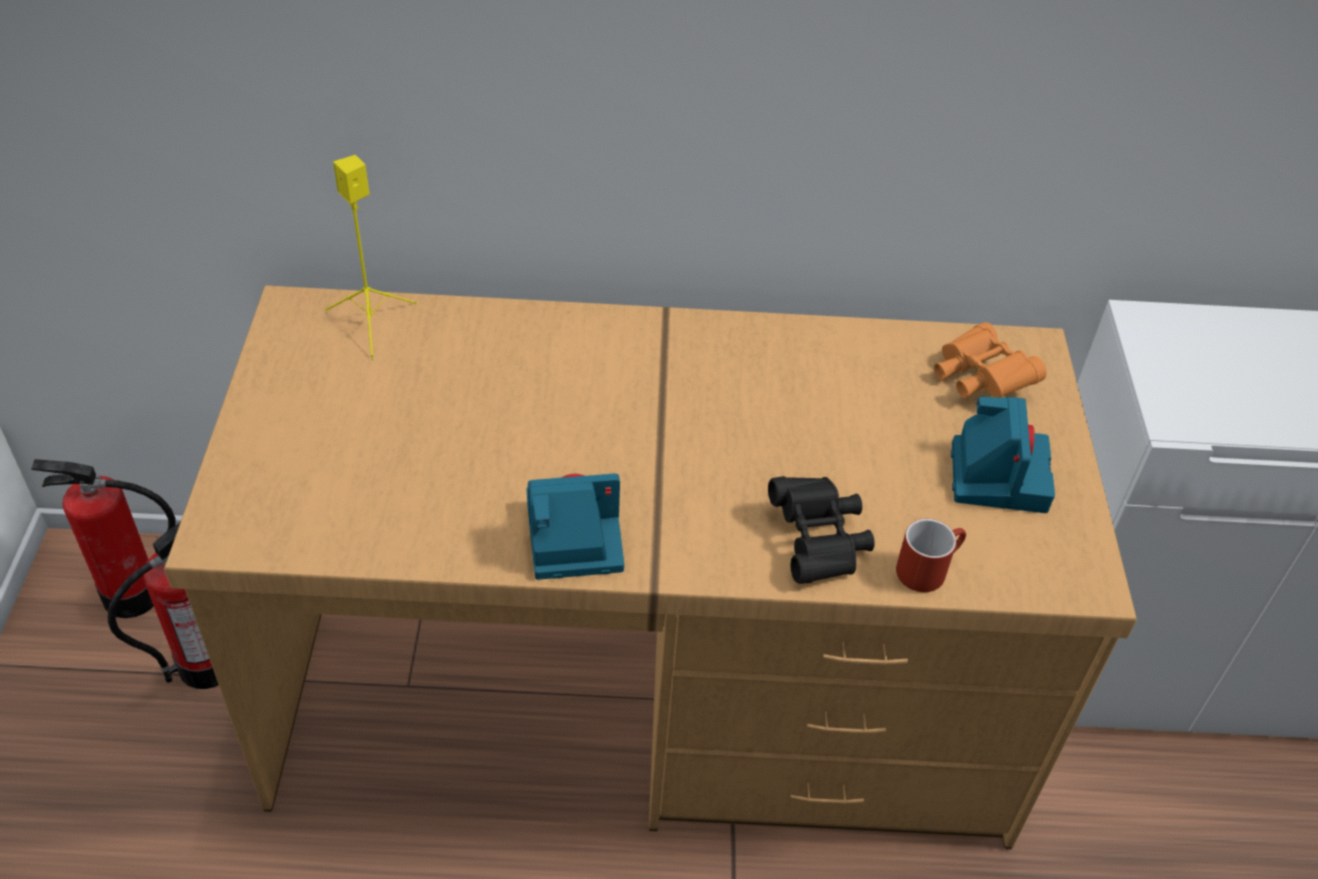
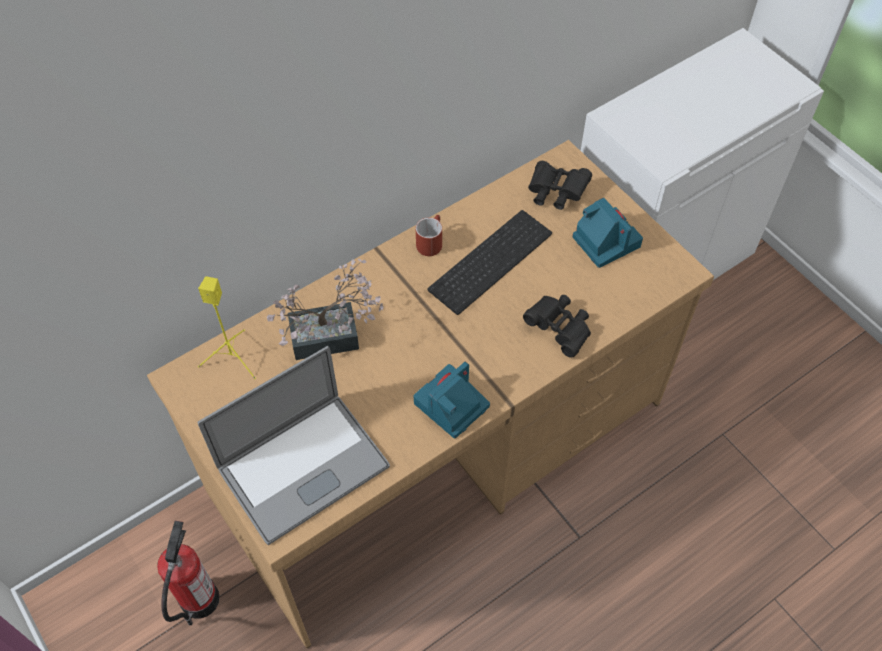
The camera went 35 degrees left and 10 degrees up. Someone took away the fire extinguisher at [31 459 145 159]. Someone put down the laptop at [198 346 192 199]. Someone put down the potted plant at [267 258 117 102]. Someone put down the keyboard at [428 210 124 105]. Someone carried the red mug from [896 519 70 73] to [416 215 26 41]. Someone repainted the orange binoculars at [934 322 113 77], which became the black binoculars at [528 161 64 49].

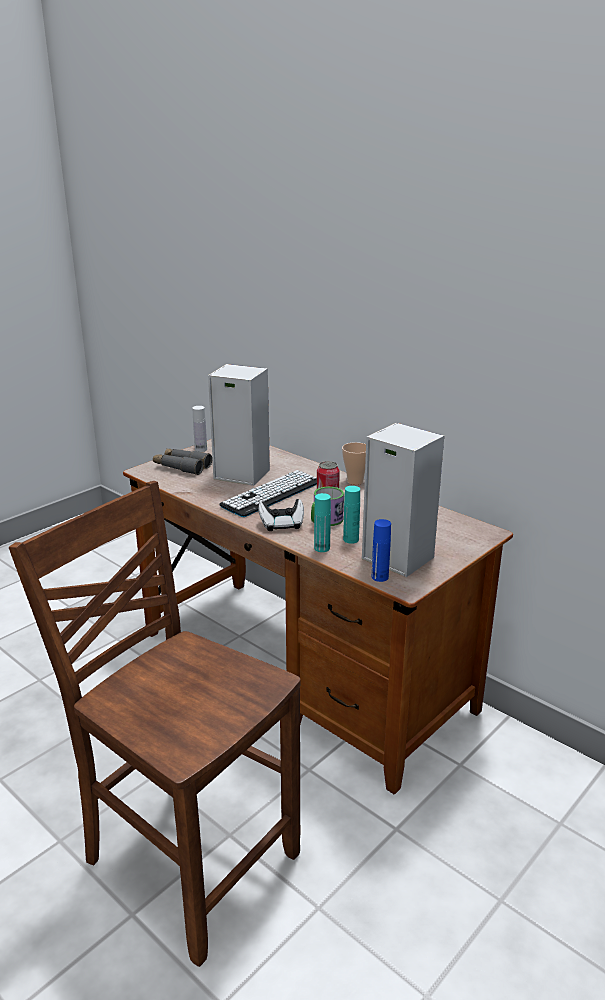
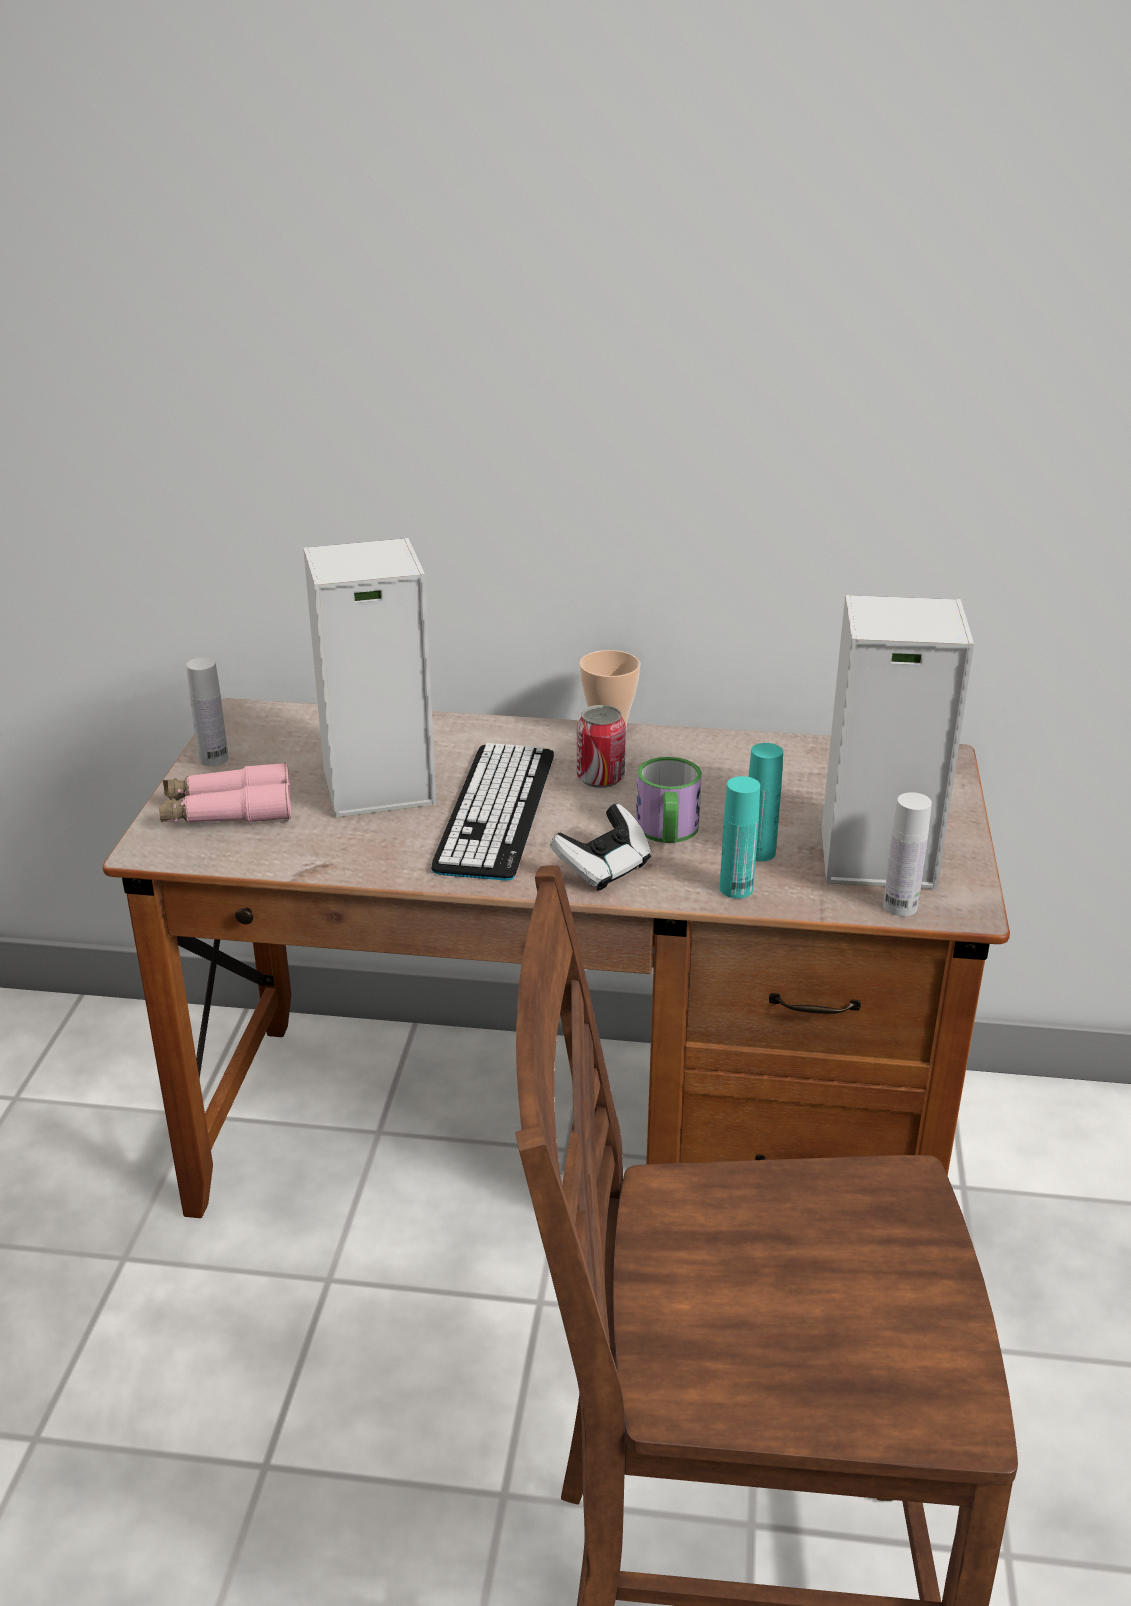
The camera went 35 degrees left and 5 degrees up. Someone repainted the grey binoculars at [153 448 59 27], which became the pink binoculars at [159 763 132 59]. Someone repainted the blue bottle at [372 519 19 63], which became the white bottle at [883 792 49 124].

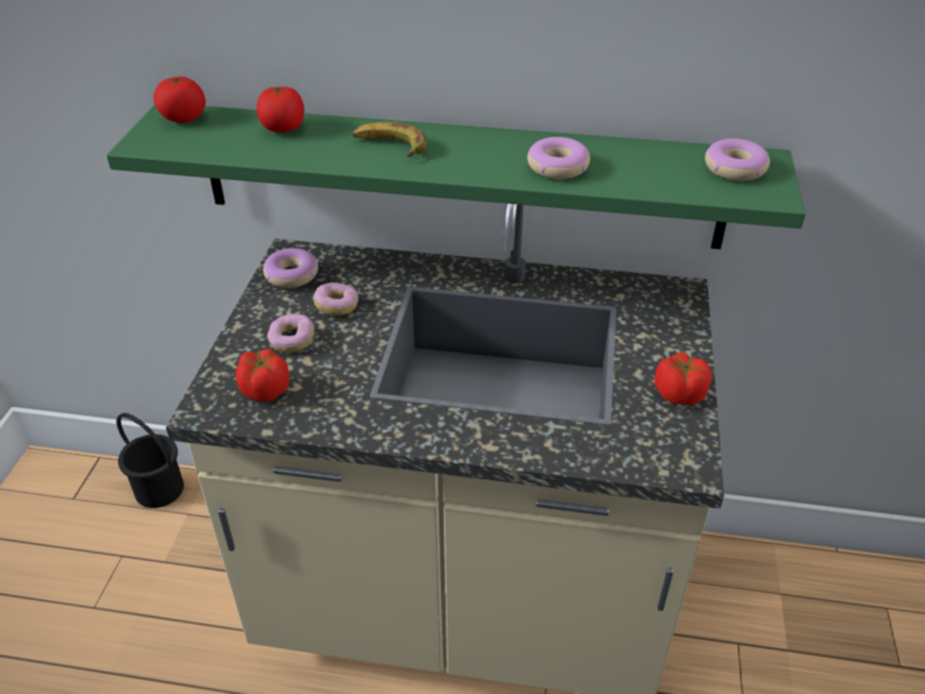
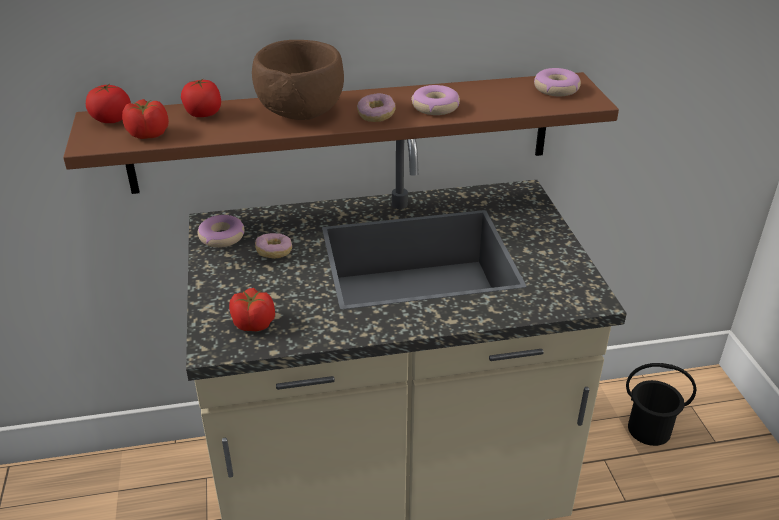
The camera went 20 degrees left and 5 degrees down. Someone carried the black bucket from [116 413 68 95] to [626 363 70 83]. Someone carried the donut from [267 314 47 39] to [357 93 39 29]. Someone carried the tomato from [654 352 58 53] to [122 99 47 40]. Someone swapped the banana at [352 122 75 35] for the brown bowl at [252 40 92 80]. Someone repainted the green shelf at [107 105 699 144], which became the brown shelf at [63 72 556 122].

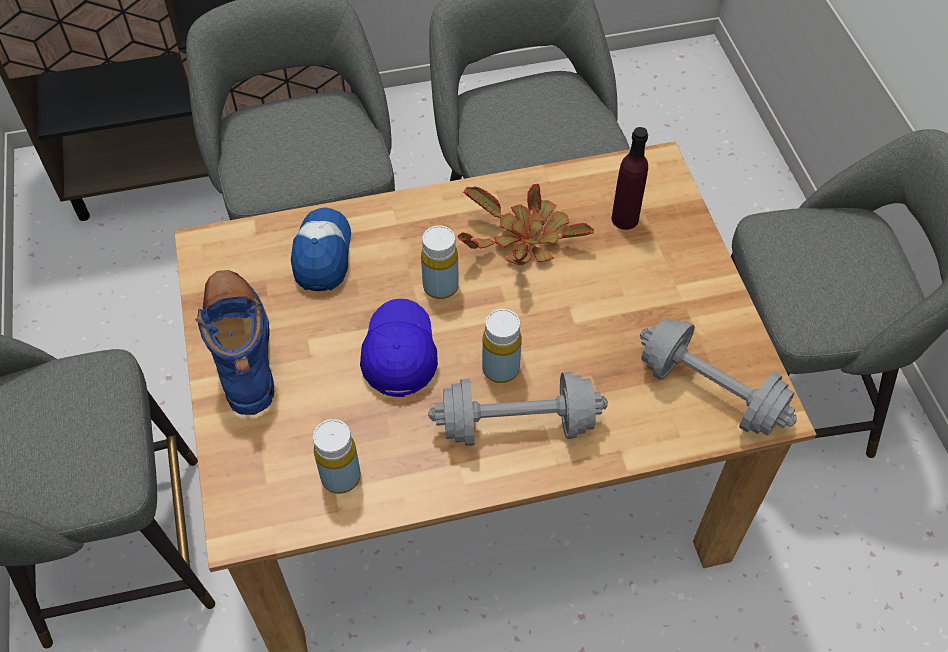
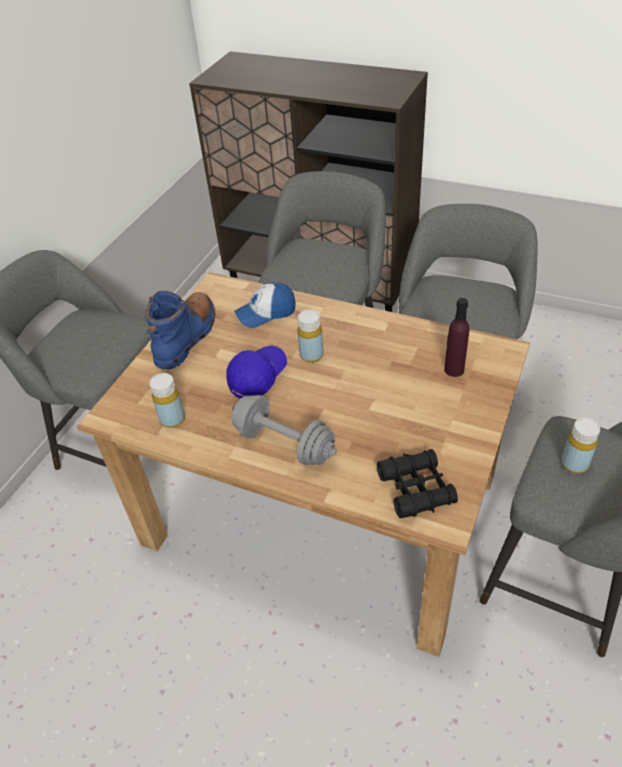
The camera went 40 degrees right and 10 degrees down. Someone took away the potted plant at [458 184 136 81]. Someone carried the yellow bottle from [482 309 40 74] to [561 418 39 55]. Someone swapped the grey dumbbell at [640 318 157 118] for the black binoculars at [377 449 81 69]. Someone rotated the cap at [291 207 60 84] by 150 degrees counterclockwise.

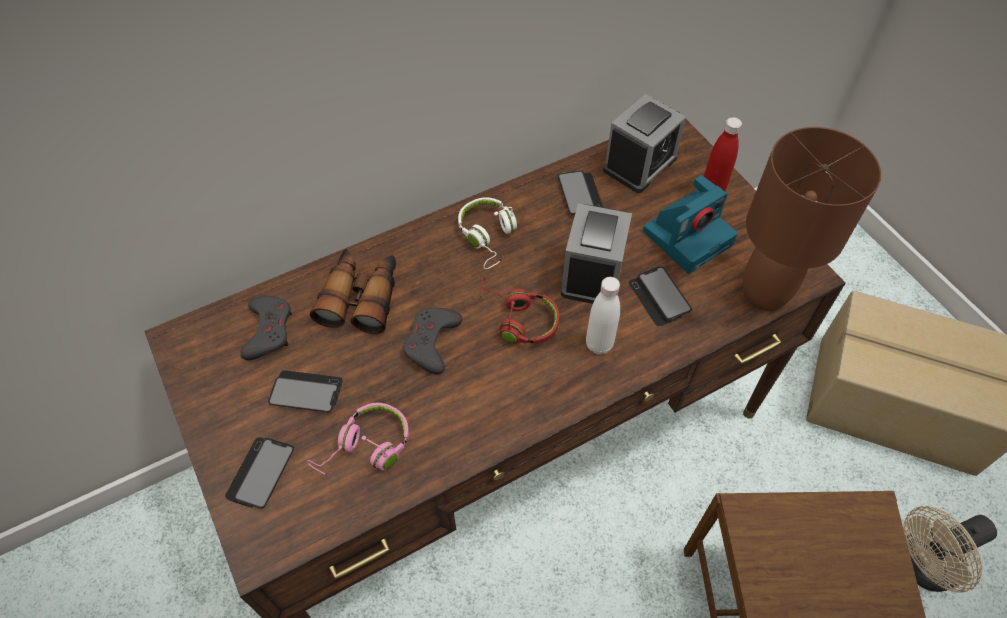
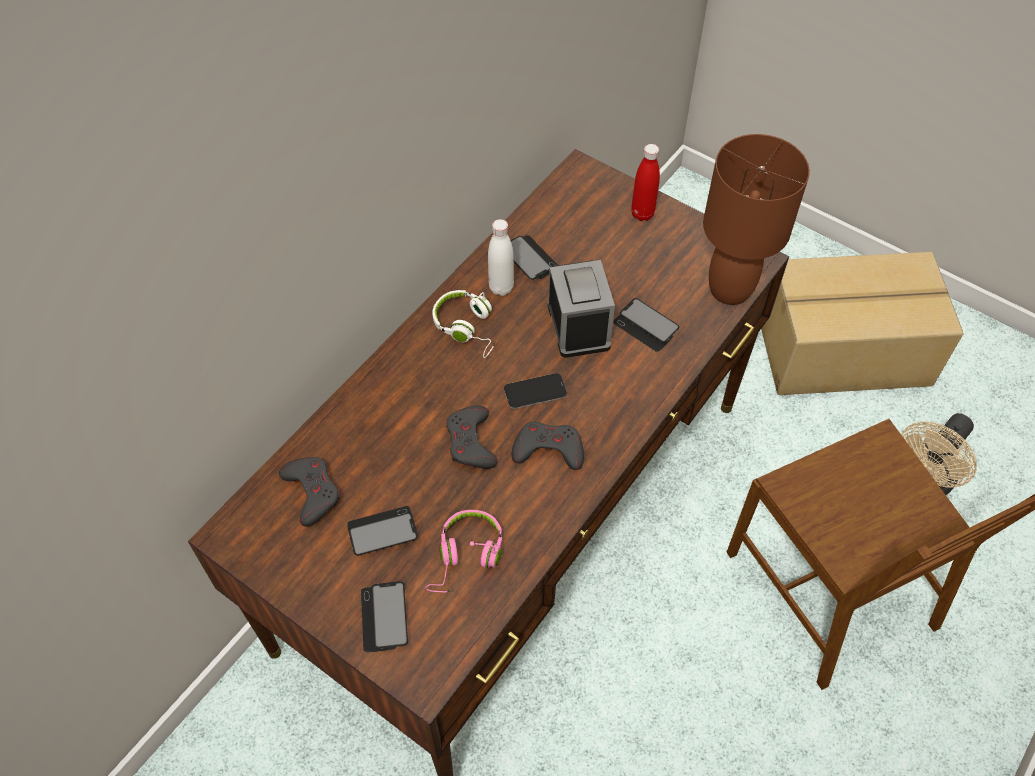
The camera went 25 degrees left and 0 degrees up. Someone took away the binoculars at [310 249 86 85]. Someone took away the alarm clock at [603 94 83 99]. Someone took away the photo camera at [643 175 94 99]. Someone put down the grey game controller at [512 422 72 48]. Someone carried the white bottle from [586 277 34 77] to [488 219 26 77]. Someone swapped the red headphones at [479 277 80 68] for the phone at [504 373 63 36].

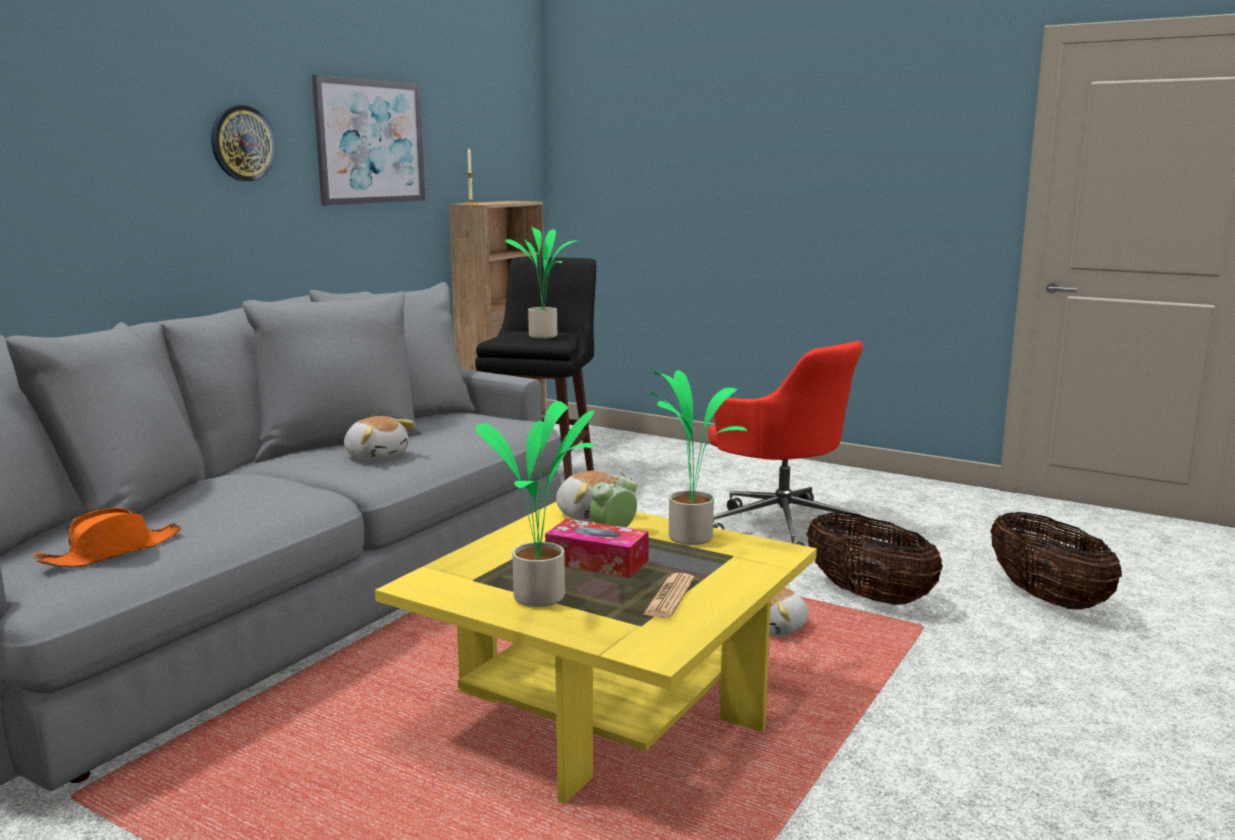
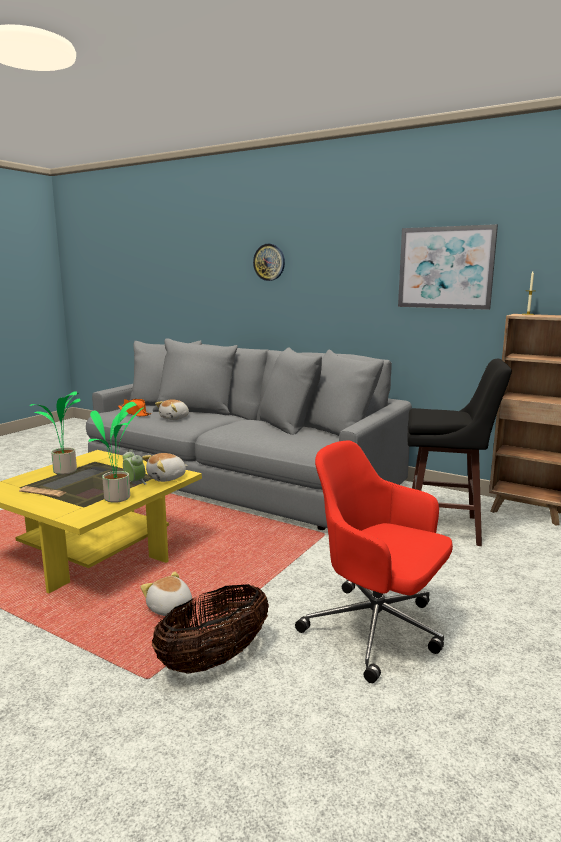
The camera went 90 degrees right and 0 degrees up. Someone took away the potted plant at [505 227 72 112]. Someone took away the tissue box at [545 518 104 60]. Someone took away the basket at [990 512 132 98]. Someone carried the wall clock from [211 105 65 76] to [253 244 32 37]. Someone carried the plush toy from [344 416 70 45] to [155 399 34 21]. Someone rotated the red office chair at [708 341 163 205] by 75 degrees clockwise.

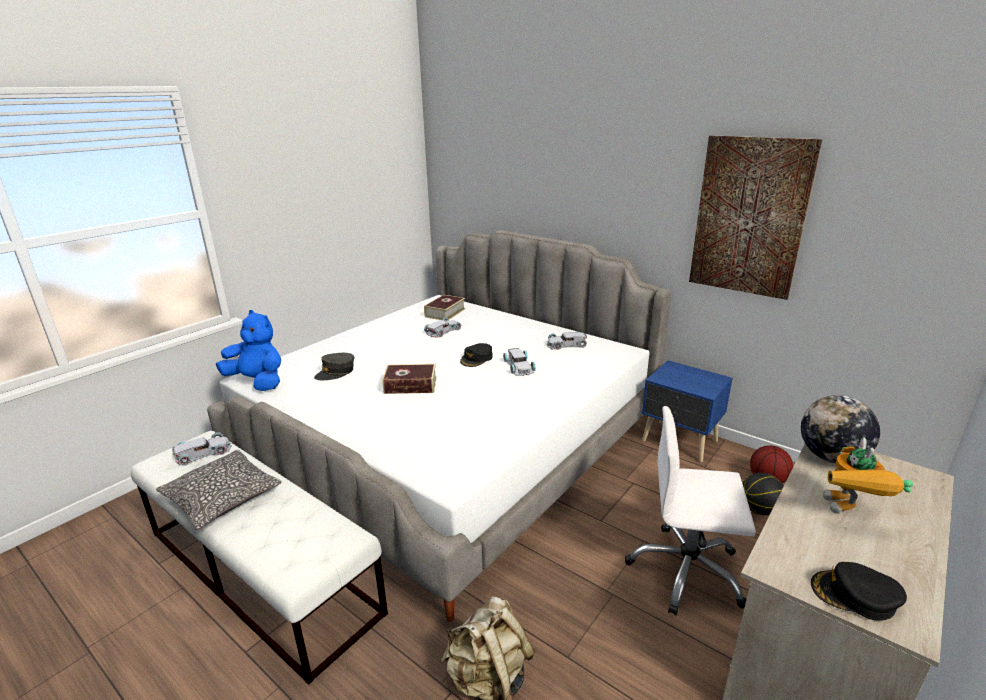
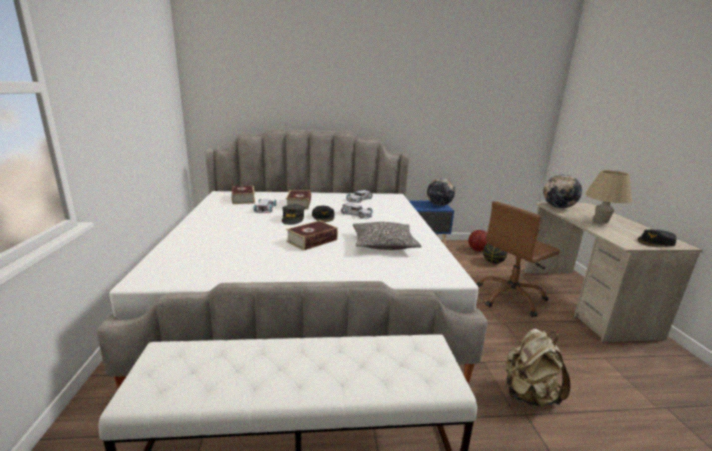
The camera went 45 degrees left and 5 degrees down. Someone took away the white toy car at [172 432 59 34]. Someone took away the blue plush toy at [216 310 65 81]. Someone took away the picture at [689 135 134 165]. Someone put down the book at [286 190 25 19]. Someone put down the globe at [427 178 28 28]. Someone carried the pillow from [156 450 126 80] to [353 222 69 28]. Someone carried the grey cap from [314 353 40 27] to [282 205 23 20]. Someone swapped the toy robot at [823 438 90 76] for the beige table lamp at [585 170 47 54]. Someone repainted the white office chair at [625 406 131 209], which became the brown office chair at [476 201 84 116].

